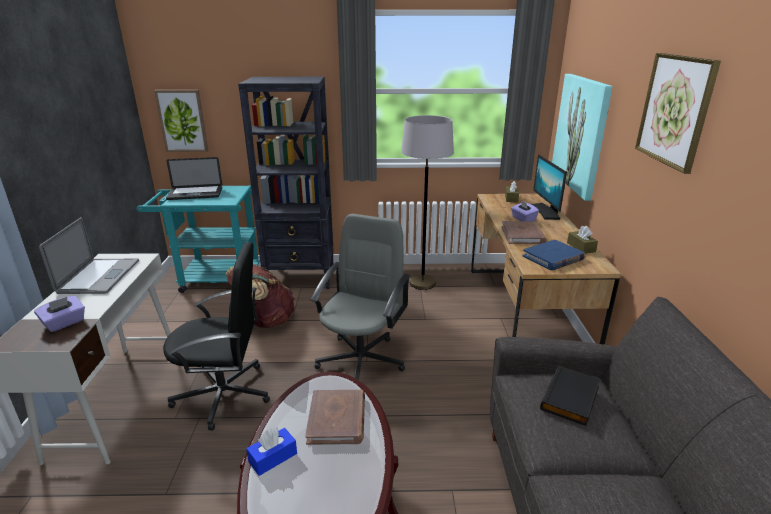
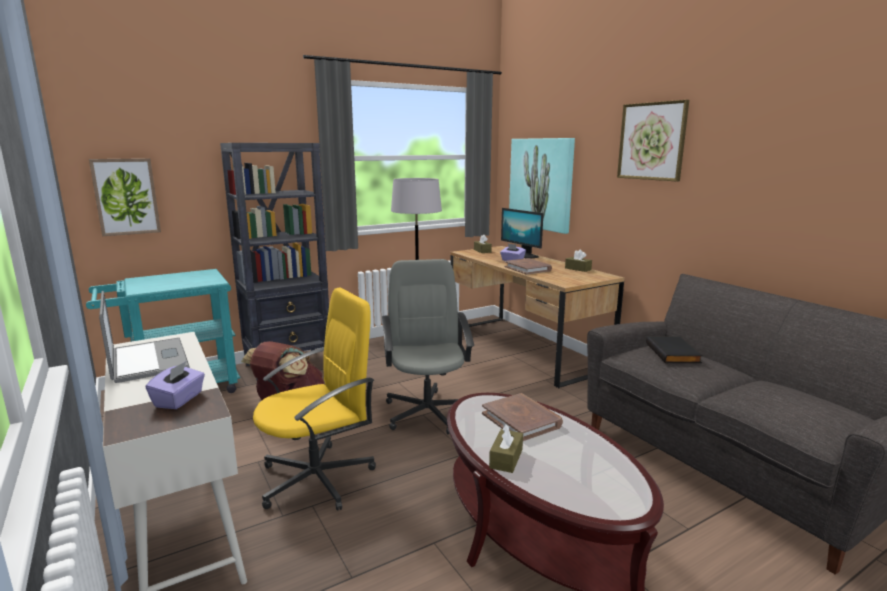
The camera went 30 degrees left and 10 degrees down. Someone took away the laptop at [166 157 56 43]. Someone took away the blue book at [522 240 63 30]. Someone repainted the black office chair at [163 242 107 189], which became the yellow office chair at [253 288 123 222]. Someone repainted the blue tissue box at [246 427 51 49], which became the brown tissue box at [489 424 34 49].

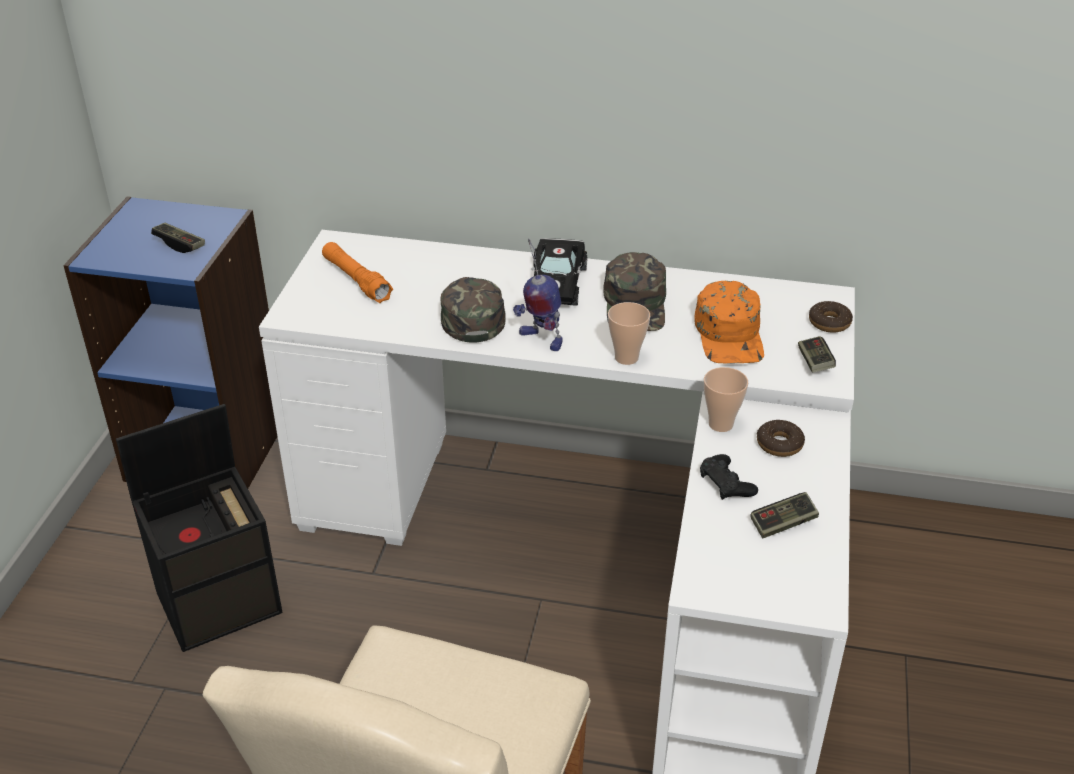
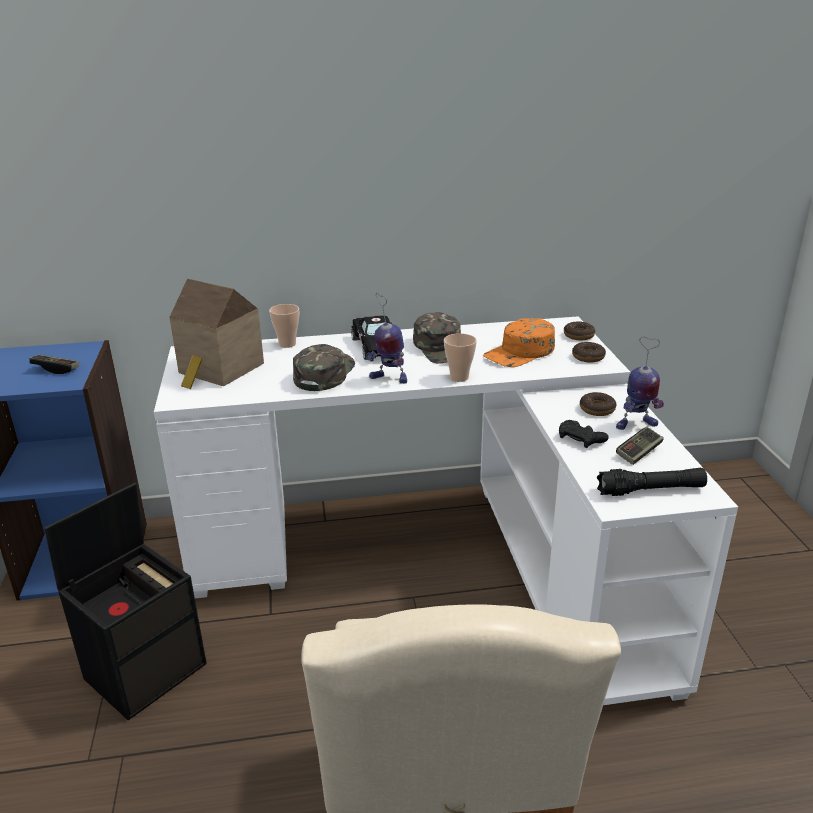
The camera went 20 degrees left and 10 degrees down. Someone put down the black flashlight at [597 468 110 28]. Someone put down the toy robot at [616 336 48 94]. Someone carried the cup from [704 367 44 65] to [269 304 30 44]. Someone swapped the orange flashlight at [322 242 71 61] for the toy house at [169 279 95 110]. Someone swapped the game controller at [798 336 38 37] for the donut at [572 342 34 21]. Someone rotated the green cap at [440 277 66 66] by 45 degrees clockwise. Someone rotated the orange cap at [694 281 70 83] by 75 degrees clockwise.

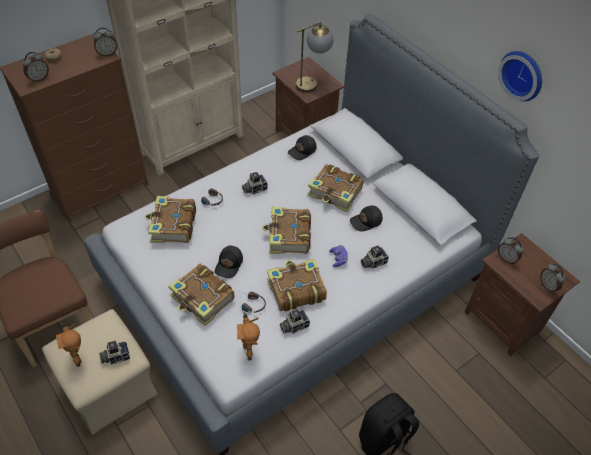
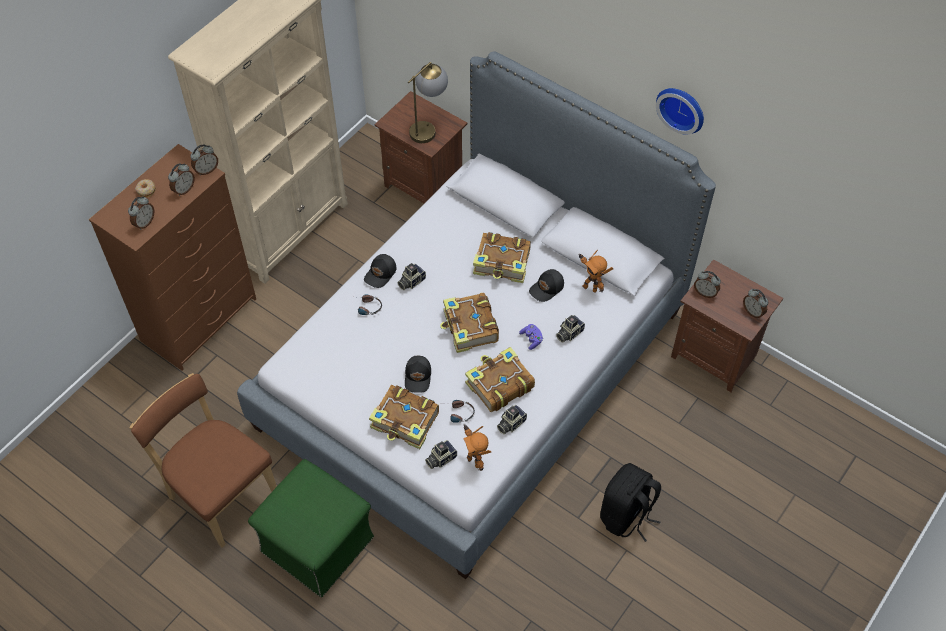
The camera went 15 degrees left and 5 degrees up. Someone took away the book at [145 196 51 47]. Someone put down the alarm clock at [168 163 27 33]. Someone carried the toy robot from [56 323 26 44] to [578 249 35 44]. Someone carried the photo camera from [99 341 31 24] to [425 440 32 29]. Someone carried the black cap from [288 135 29 25] to [364 254 32 34]. Someone repainted the beige ottoman at [42 309 116 126], which became the green ottoman at [248 459 126 138].

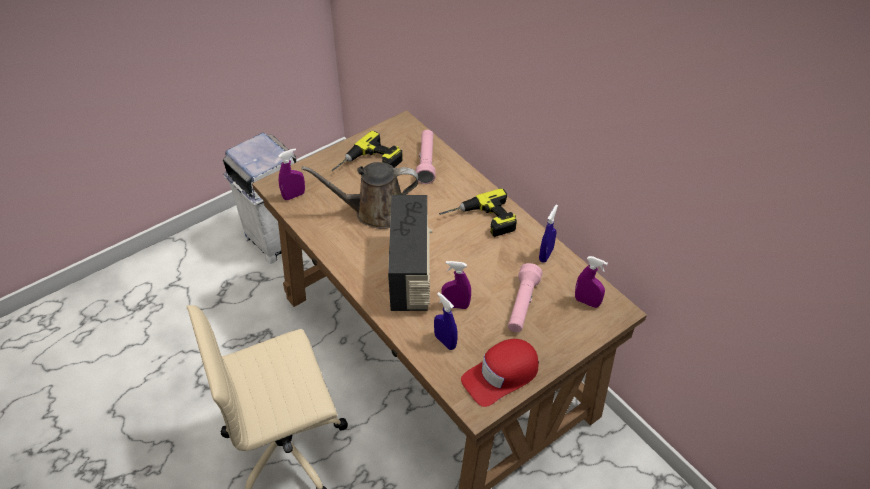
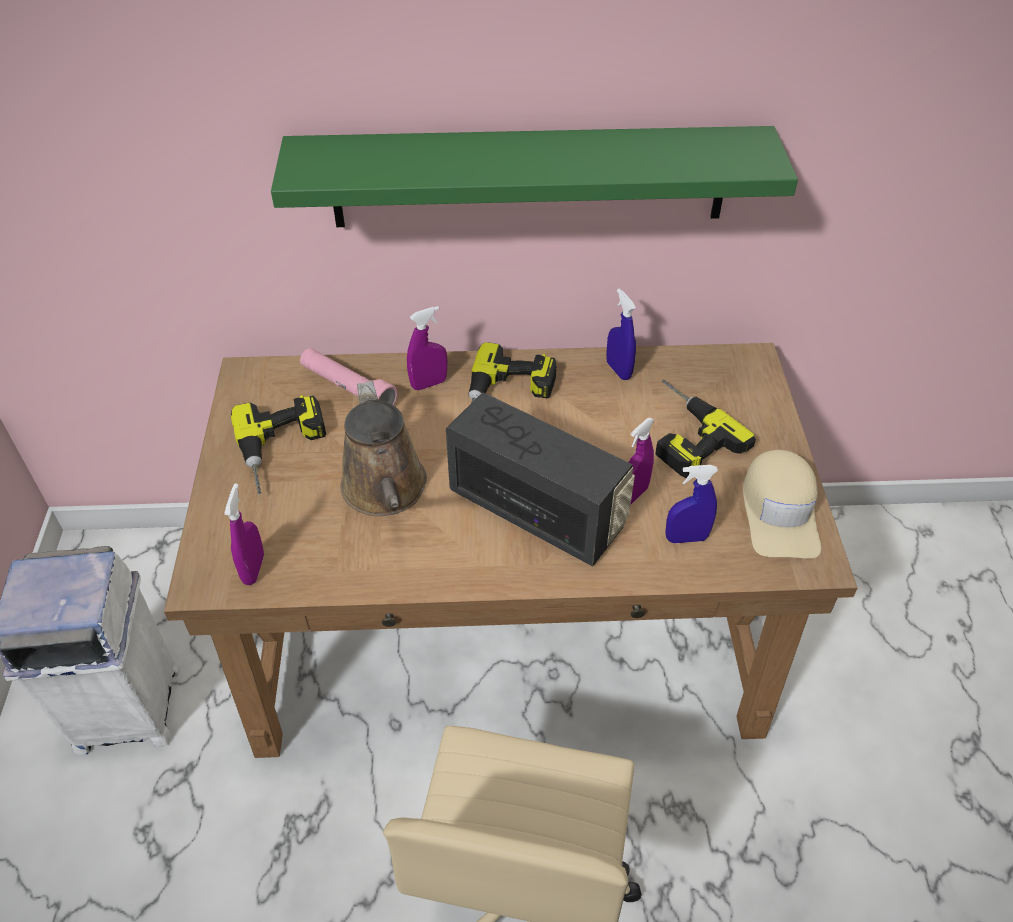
The camera went 55 degrees left and 0 degrees up. Someone put up the green shelf at [271 126 527 101]. Someone carried the purple spray bottle from [575 256 33 52] to [407 306 40 84]. Someone swapped the pink flashlight at [508 263 34 69] for the power drill at [655 380 101 98]. Someone repainted the red cap at [461 339 78 68], which became the beige cap at [743 450 78 109]. Someone rotated the brown watering can at [302 162 116 67] by 45 degrees counterclockwise.

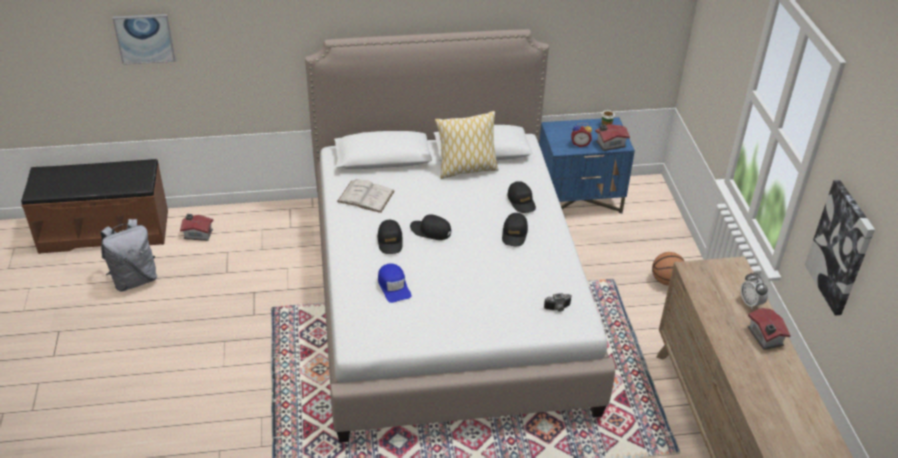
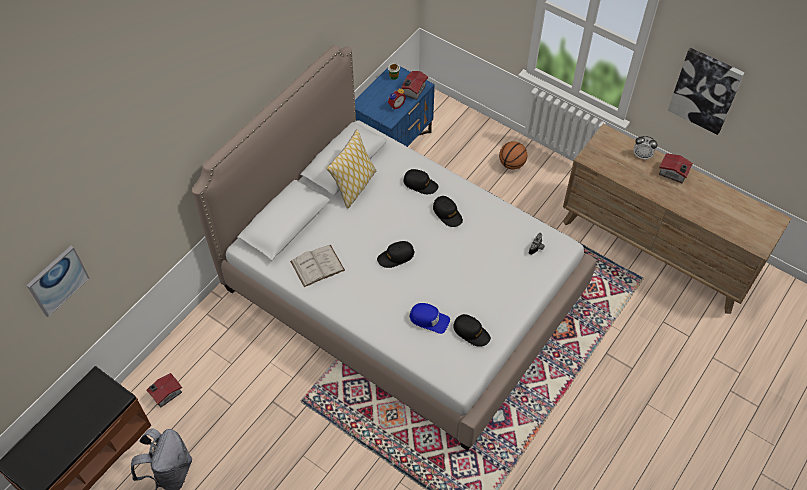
The camera went 45 degrees left and 15 degrees up. Someone carried the black cap from [378 220 25 34] to [453 314 38 33].

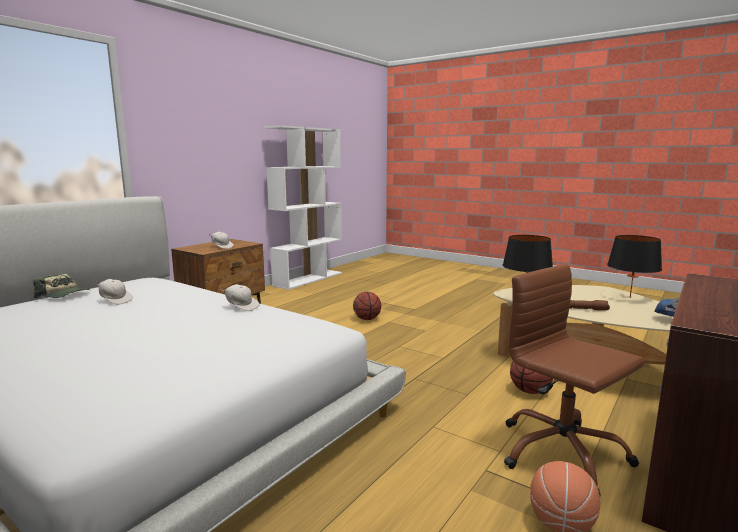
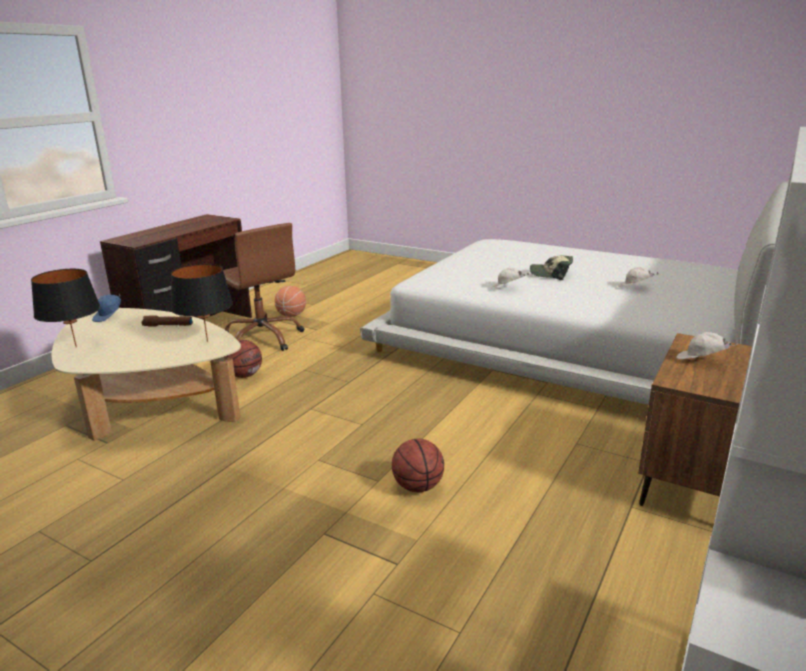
The camera went 175 degrees right and 10 degrees up. Someone carried the cap from [33 274 57 24] to [530 255 43 25].

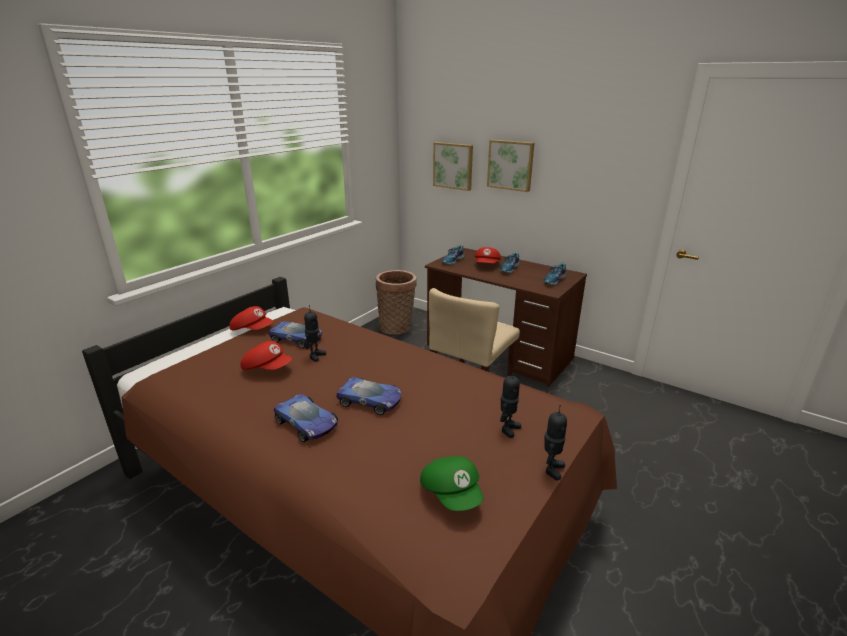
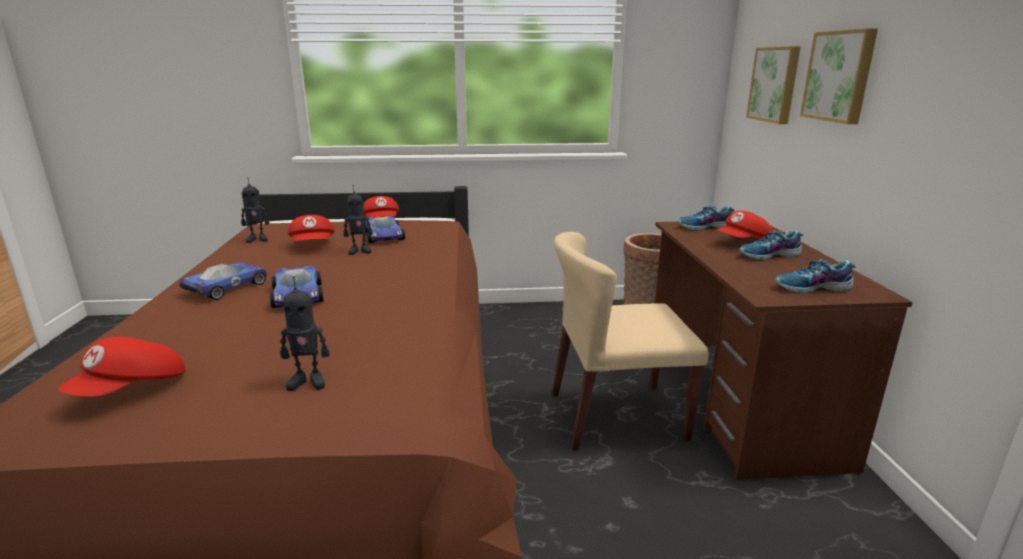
The camera went 50 degrees right and 5 degrees down. Someone carried the toy robot from [544 405 23 76] to [241 177 29 66]. Someone repainted the green cap at [420 456 63 55], which became the red cap at [58 337 128 60]. Someone rotated the toy car at [274 394 64 48] by 150 degrees counterclockwise.

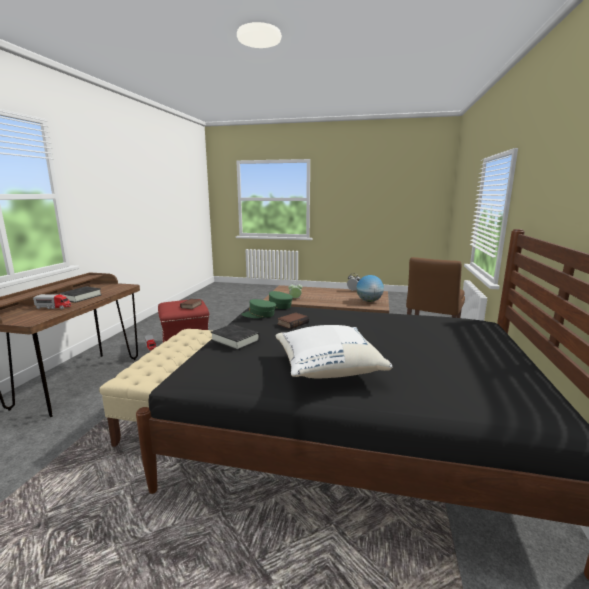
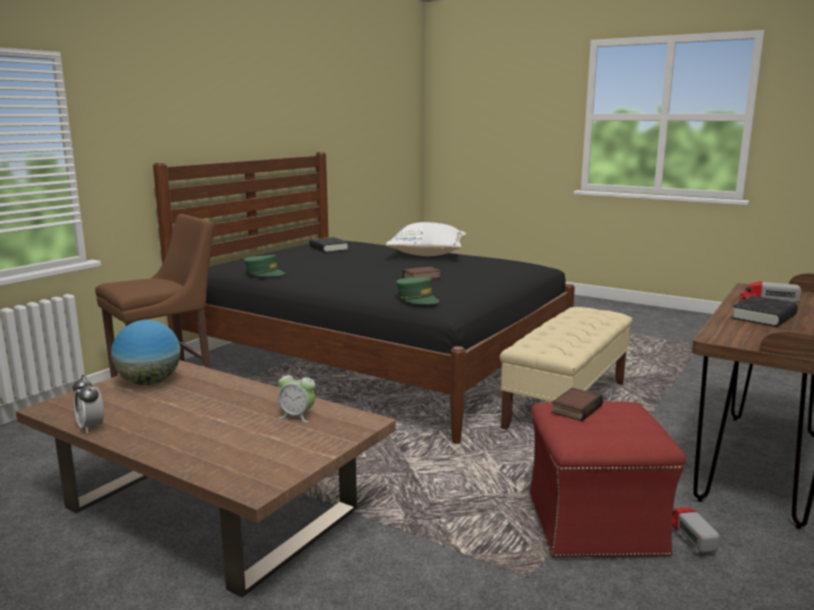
The camera went 160 degrees left and 0 degrees up. Someone carried the black book from [211 324 49 26] to [310 237 39 16]. Someone carried the green cap from [242 299 34 19] to [244 255 42 22].

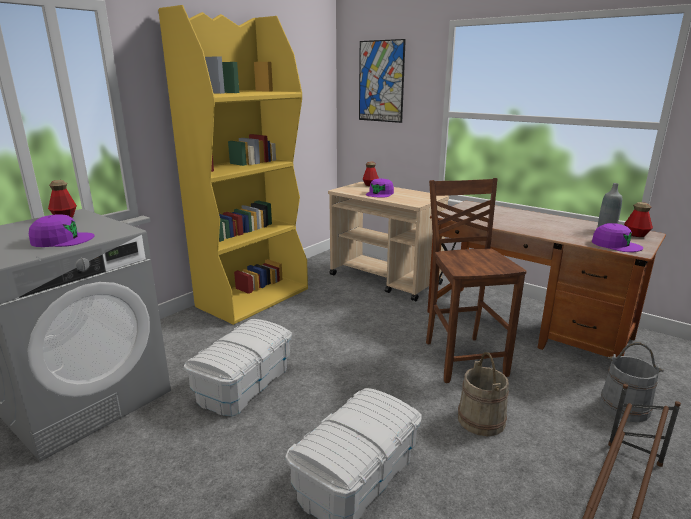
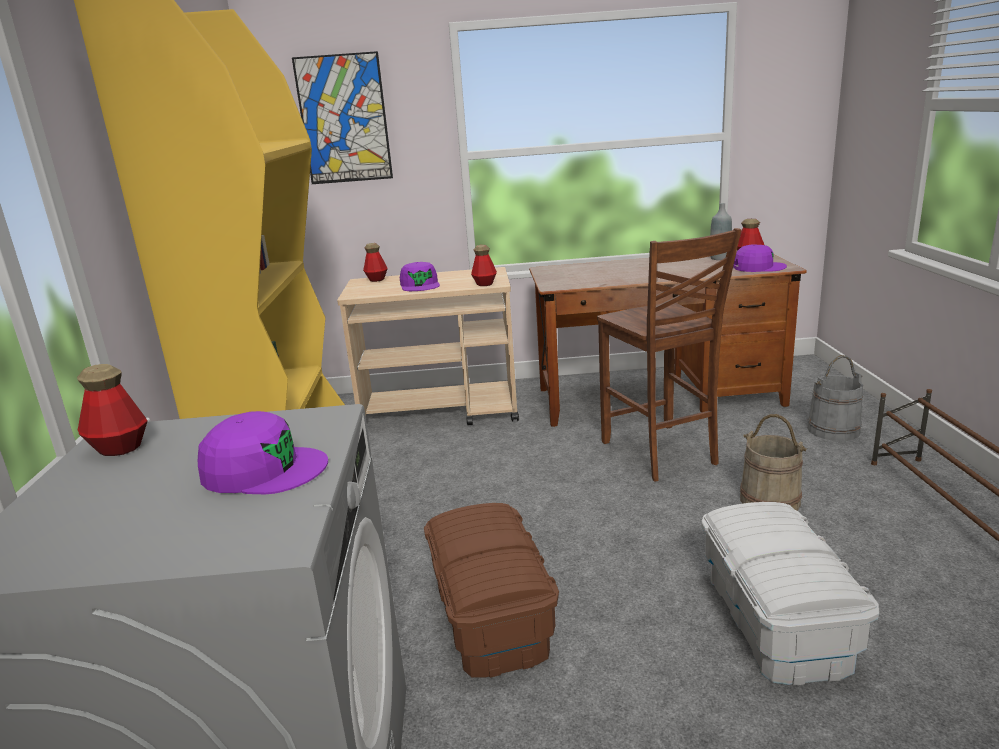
The camera went 40 degrees left and 0 degrees up. Someone put down the bottle at [471 245 26 41]. Someone repainted the white storage box at [184 319 108 97], which became the brown storage box at [424 503 135 175]. Someone rotated the purple cap at [29 214 65 33] by 60 degrees clockwise. Someone rotated the brown chair at [426 178 100 205] by 150 degrees counterclockwise.

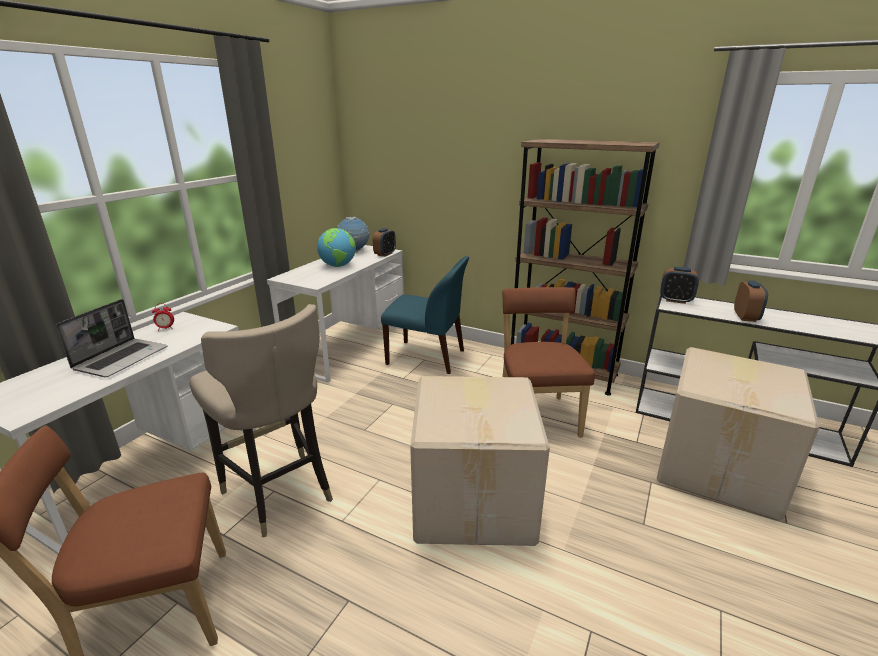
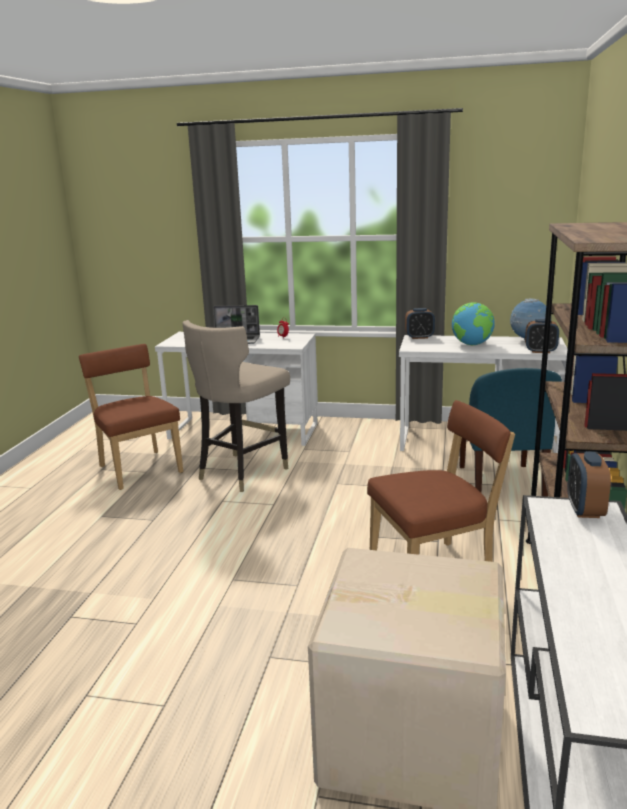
The camera went 75 degrees right and 5 degrees down. Someone took away the cardboard box at [410 376 140 170]. Someone carried the alarm clock from [734 280 34 42] to [405 308 30 31].

